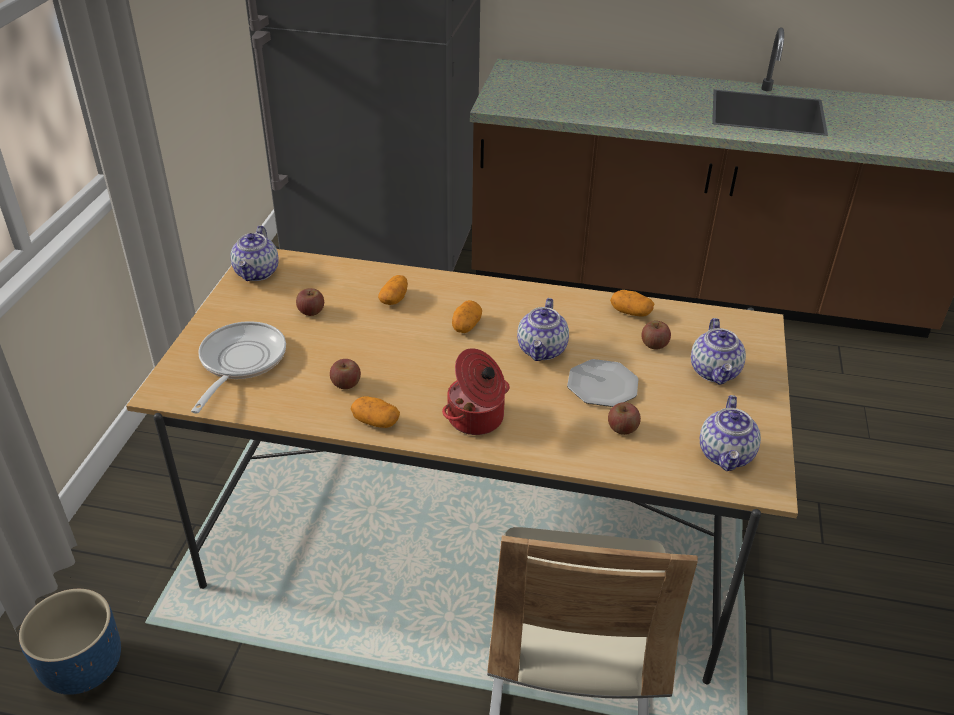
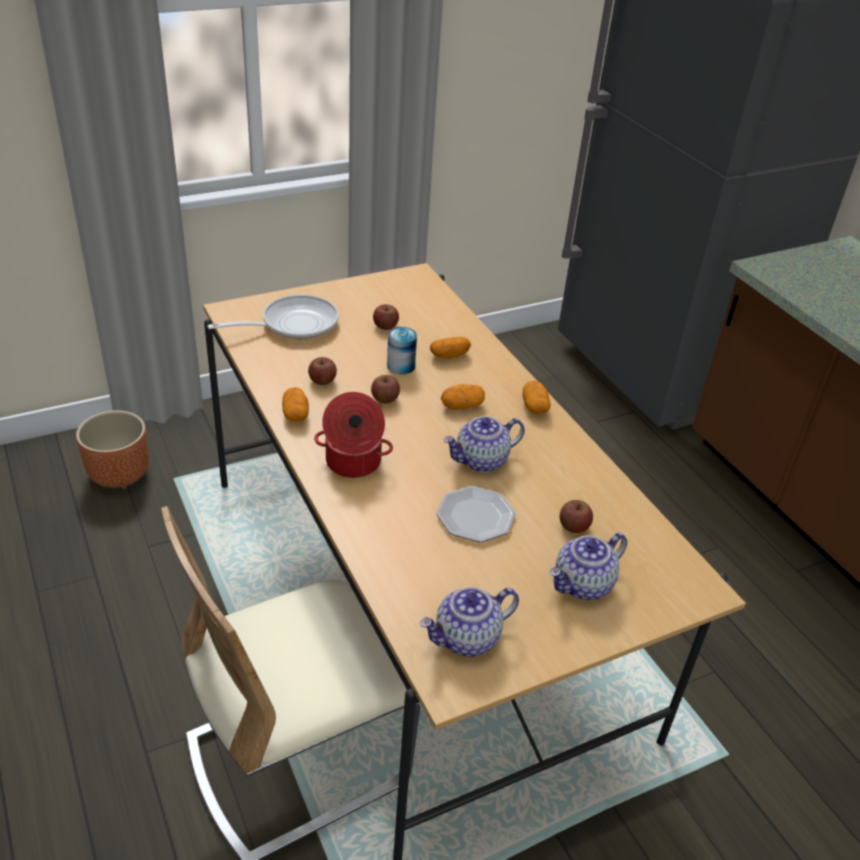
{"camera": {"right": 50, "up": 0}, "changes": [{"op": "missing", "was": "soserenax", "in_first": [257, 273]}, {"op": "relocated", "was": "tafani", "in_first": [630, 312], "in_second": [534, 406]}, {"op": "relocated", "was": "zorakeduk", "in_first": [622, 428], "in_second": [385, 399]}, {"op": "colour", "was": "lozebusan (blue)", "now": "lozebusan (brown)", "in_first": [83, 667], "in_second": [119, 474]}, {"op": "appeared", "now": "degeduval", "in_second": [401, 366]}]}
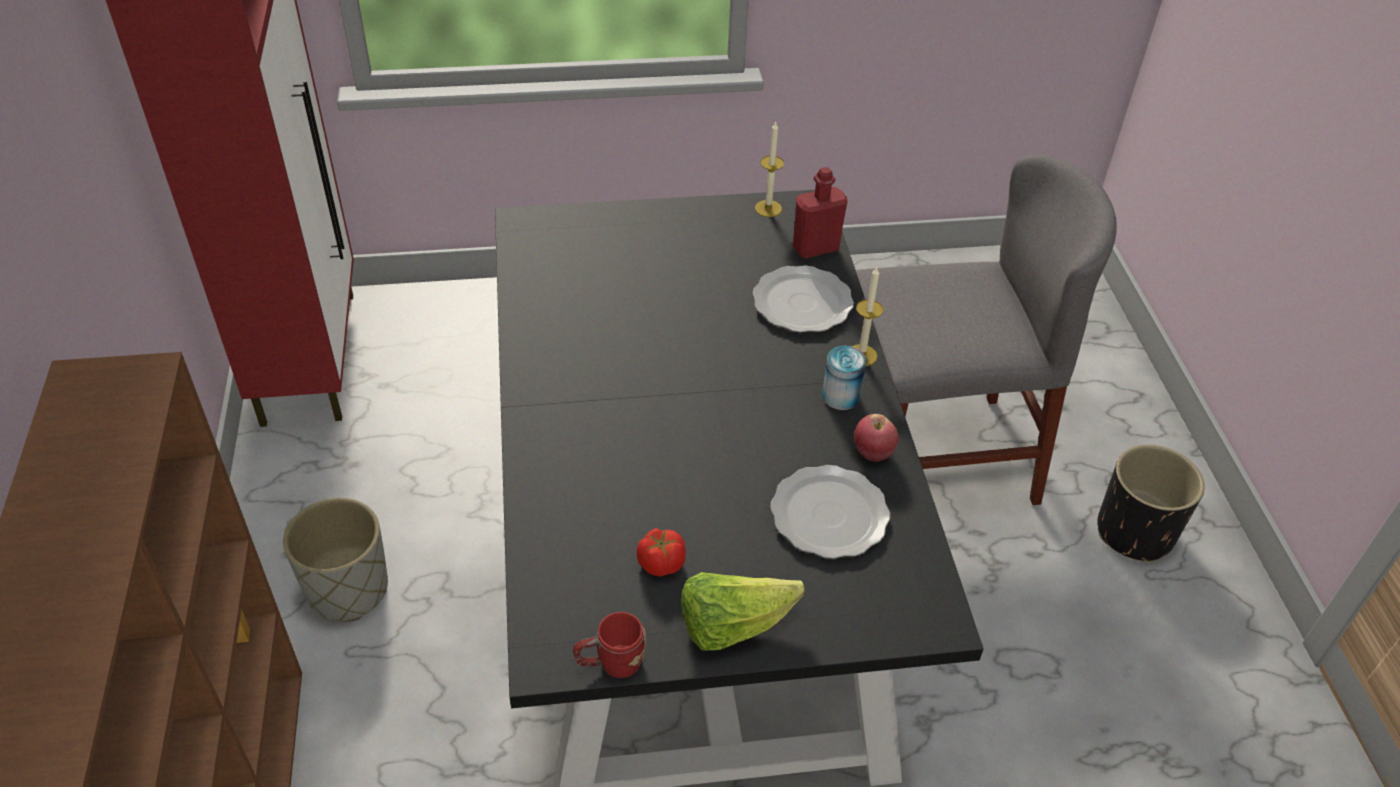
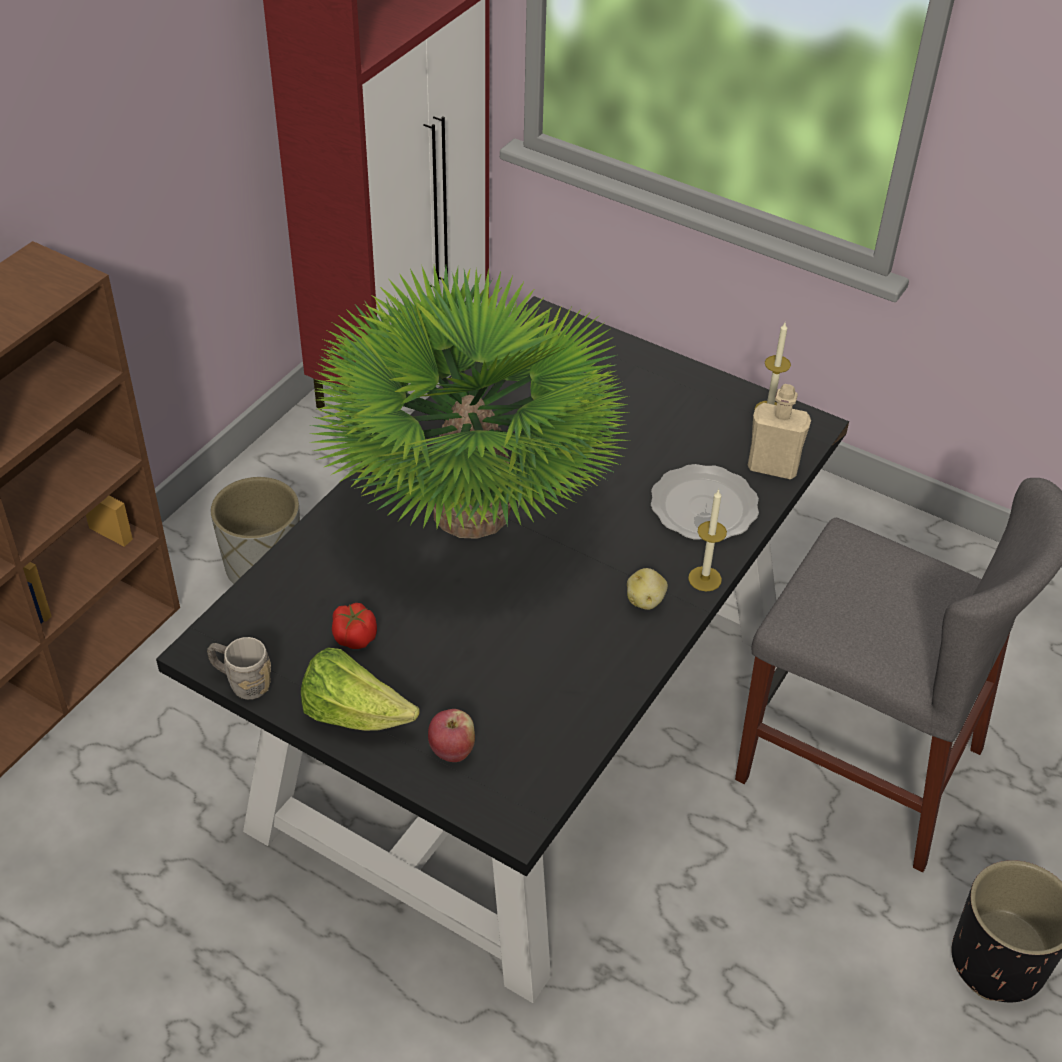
{"camera": {"right": 40, "up": 0}, "changes": [{"op": "colour", "was": "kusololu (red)", "now": "kusololu (beige)", "in_first": [815, 248], "in_second": [772, 467]}, {"op": "exchanged", "was": "degeduval", "now": "tafani", "in_first": [841, 396], "in_second": [645, 600]}, {"op": "relocated", "was": "zorakeduk", "in_first": [873, 453], "in_second": [452, 751]}, {"op": "missing", "was": "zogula", "in_first": [827, 514]}, {"op": "colour", "was": "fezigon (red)", "now": "fezigon (grey)", "in_first": [611, 664], "in_second": [242, 682]}, {"op": "appeared", "now": "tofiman", "in_second": [472, 510]}]}
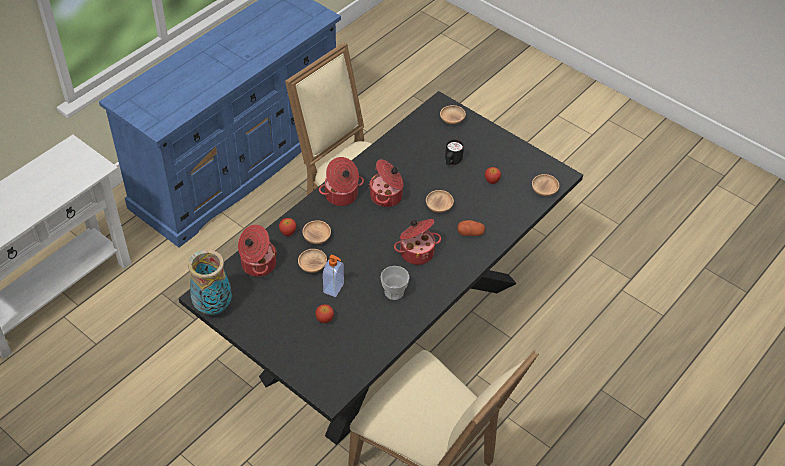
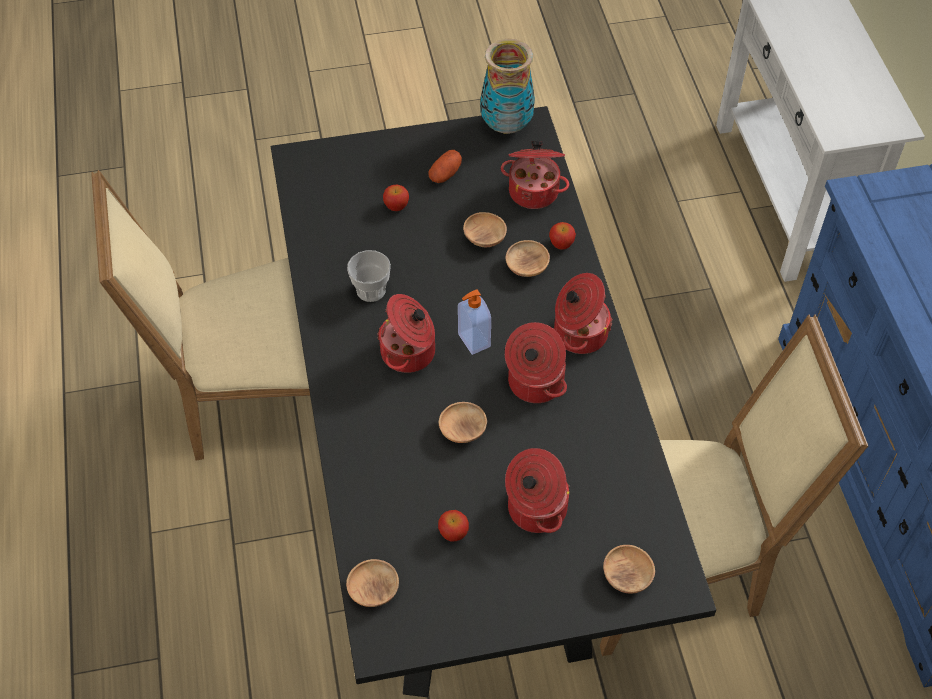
{"camera": {"right": 130, "up": 5}, "changes": [{"op": "exchanged", "was": "fezigon (black)", "now": "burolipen", "in_first": [452, 162], "in_second": [535, 509]}, {"op": "relocated", "was": "tafani", "in_first": [470, 233], "in_second": [445, 174]}, {"op": "relocated", "was": "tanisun", "in_first": [334, 288], "in_second": [473, 341]}]}
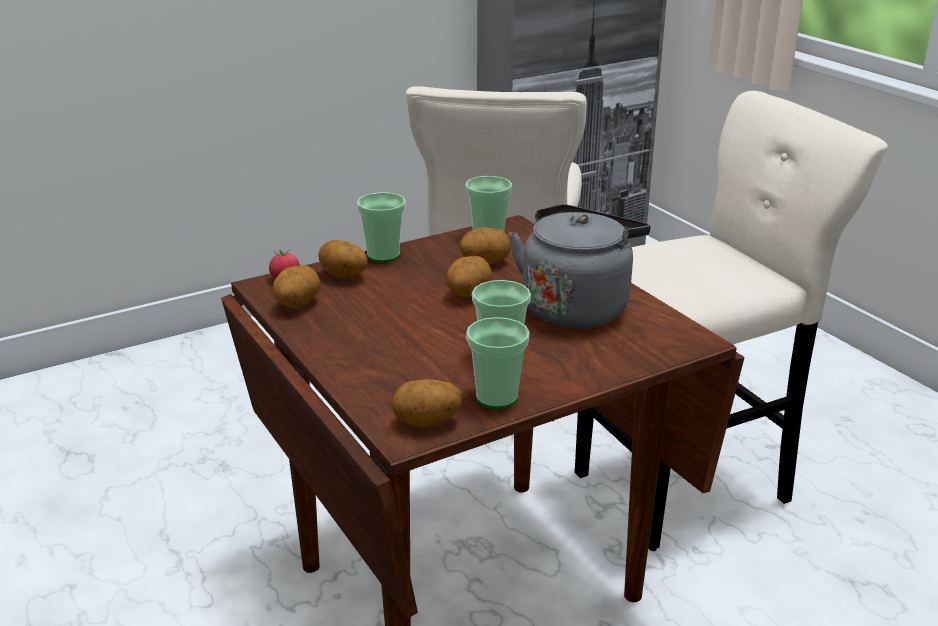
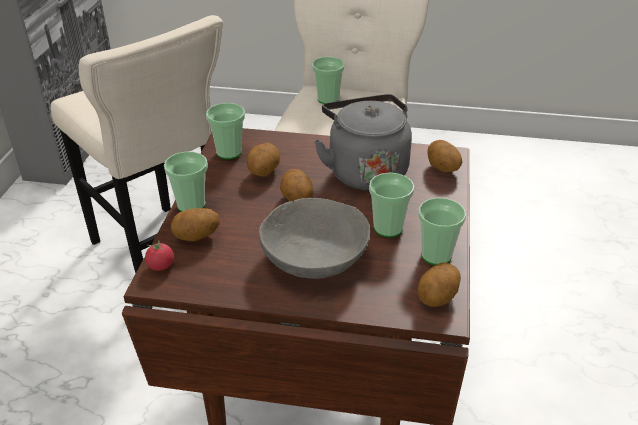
{"camera": {"right": -50, "up": 10}, "changes": [{"op": "relocated", "was": "tafani", "in_first": [297, 305], "in_second": [442, 169]}, {"op": "appeared", "now": "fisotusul", "in_second": [328, 99]}, {"op": "appeared", "now": "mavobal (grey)", "in_second": [314, 258]}]}
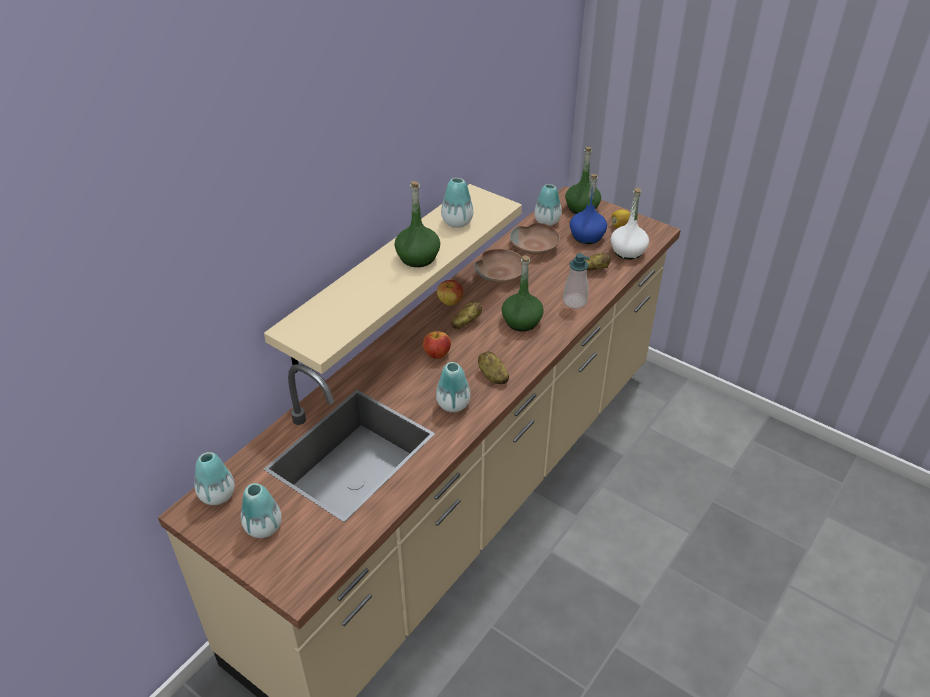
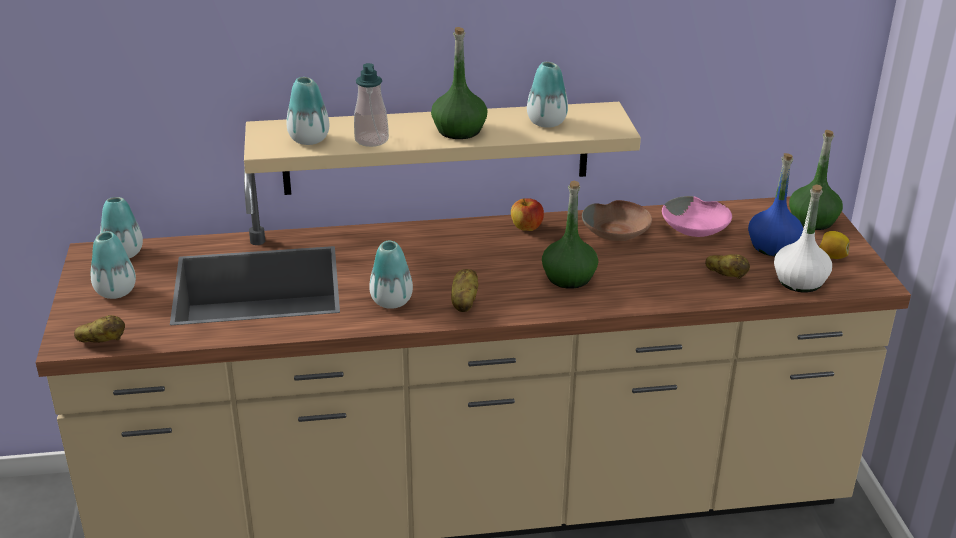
{"camera": {"right": 45, "up": -10}, "changes": [{"op": "relocated", "was": "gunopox", "in_first": [547, 221], "in_second": [309, 139]}, {"op": "colour", "was": "mavobal (brown)", "now": "mavobal (pink)", "in_first": [535, 246], "in_second": [696, 227]}, {"op": "relocated", "was": "tanisun", "in_first": [574, 301], "in_second": [371, 140]}, {"op": "relocated", "was": "tafani", "in_first": [466, 322], "in_second": [102, 342]}, {"op": "missing", "was": "zorakeduk", "in_first": [437, 354]}]}
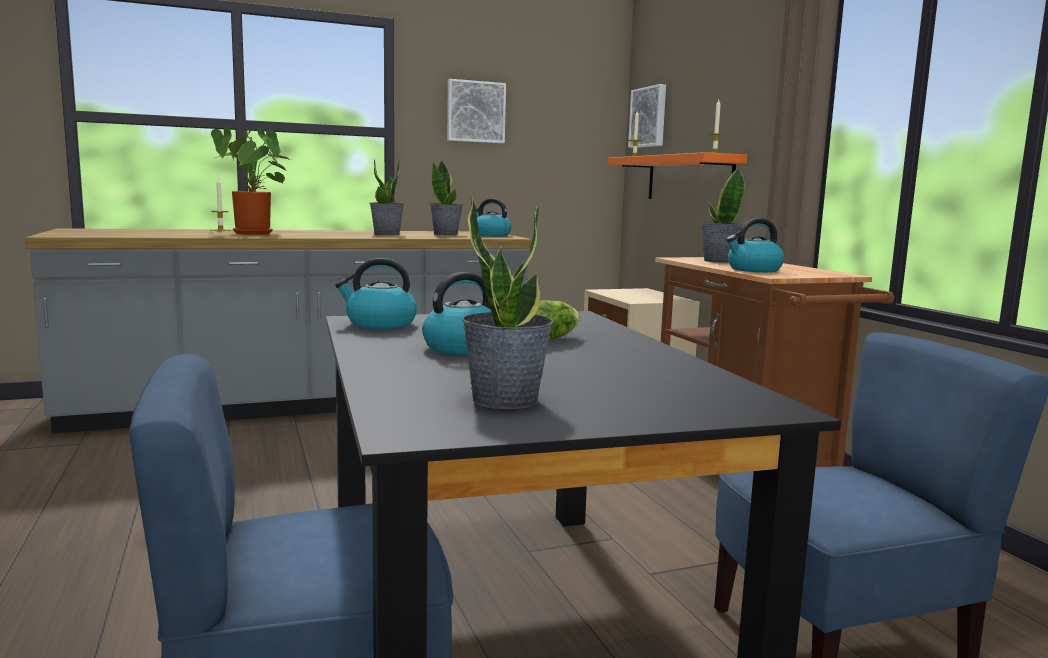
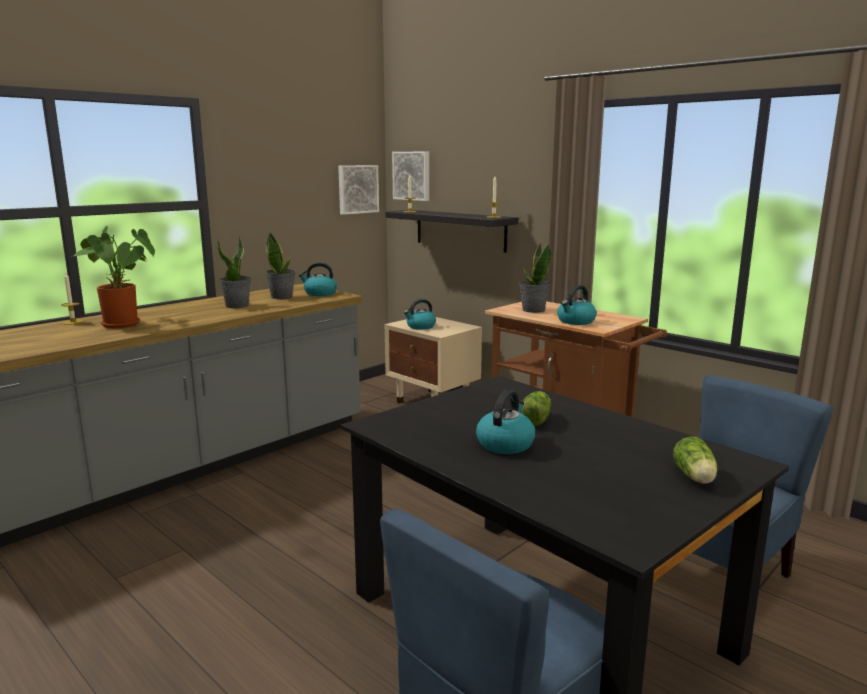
{"camera": {"right": -25, "up": 5}, "changes": [{"op": "relocated", "was": "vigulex", "in_first": [475, 112], "in_second": [357, 189]}, {"op": "colour", "was": "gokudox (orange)", "now": "gokudox (black)", "in_first": [689, 179], "in_second": [460, 230]}, {"op": "missing", "was": "tofiman", "in_first": [505, 399]}, {"op": "relocated", "was": "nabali", "in_first": [379, 324], "in_second": [420, 327]}, {"op": "appeared", "now": "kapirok", "in_second": [695, 478]}]}
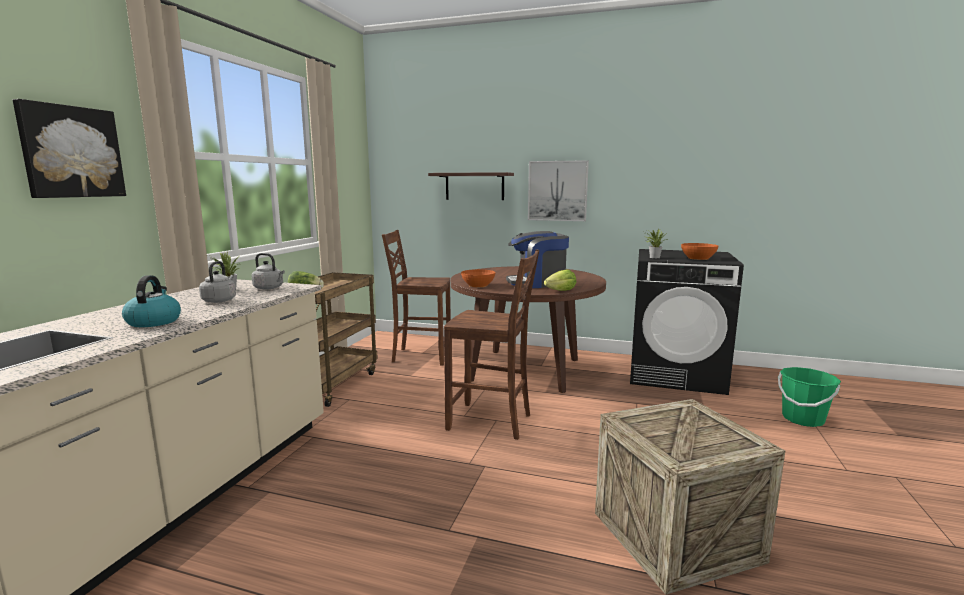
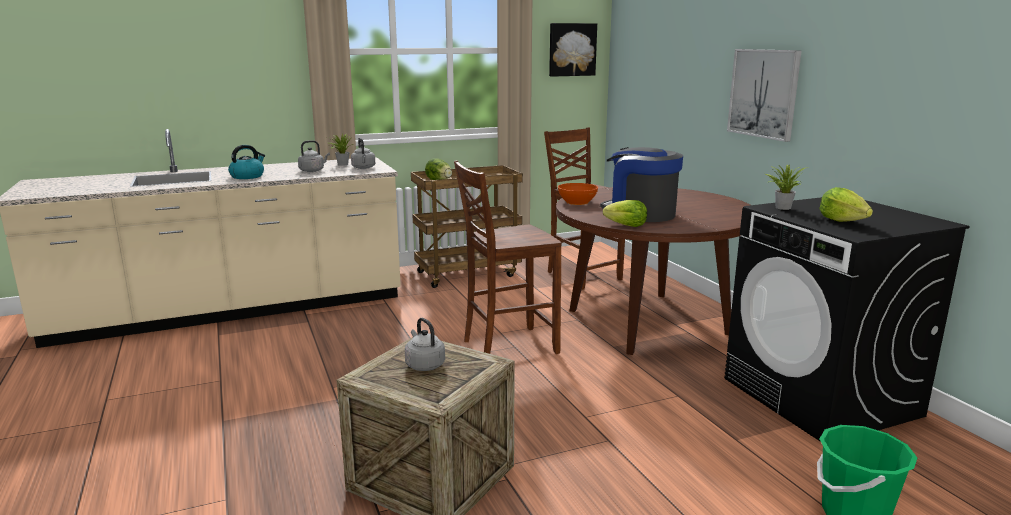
{"camera": {"right": 50, "up": 5}, "changes": [{"op": "relocated", "was": "vigulex", "in_first": [71, 152], "in_second": [571, 49]}, {"op": "missing", "was": "gokudox", "in_first": [474, 186]}, {"op": "exchanged", "was": "mavobal (orange)", "now": "kapirok", "in_first": [698, 258], "in_second": [842, 221]}, {"op": "spun", "was": "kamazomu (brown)", "in_first": [491, 422], "in_second": [507, 346], "clockwise": 90}, {"op": "appeared", "now": "nabali (grey)", "in_second": [424, 364]}]}
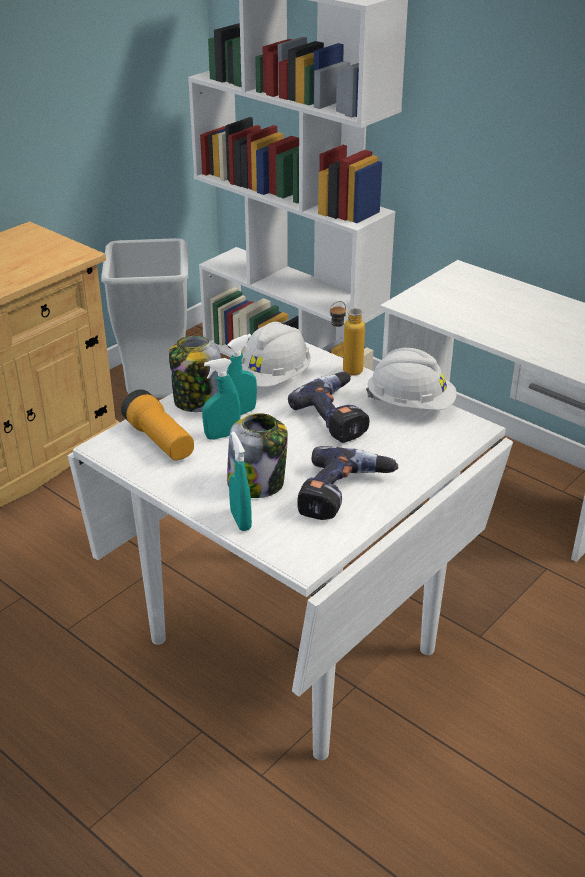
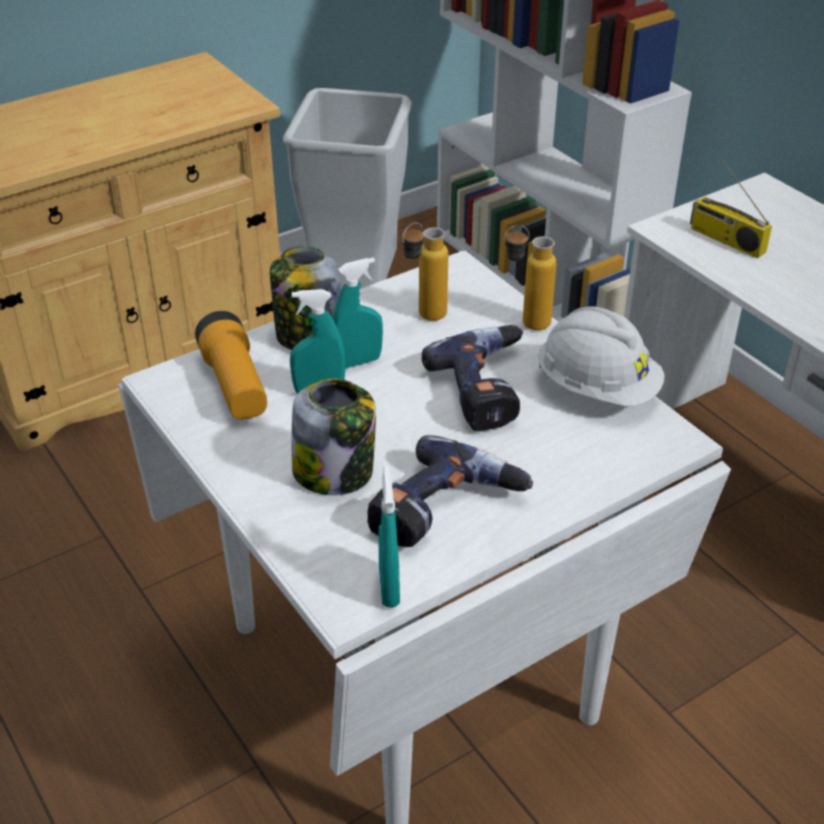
{"camera": {"right": 15, "up": 5}, "changes": [{"op": "exchanged", "was": "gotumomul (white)", "now": "kusololu", "in_first": [273, 379], "in_second": [423, 318]}, {"op": "relocated", "was": "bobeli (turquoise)", "in_first": [240, 520], "in_second": [389, 588]}, {"op": "appeared", "now": "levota", "in_second": [725, 240]}]}
